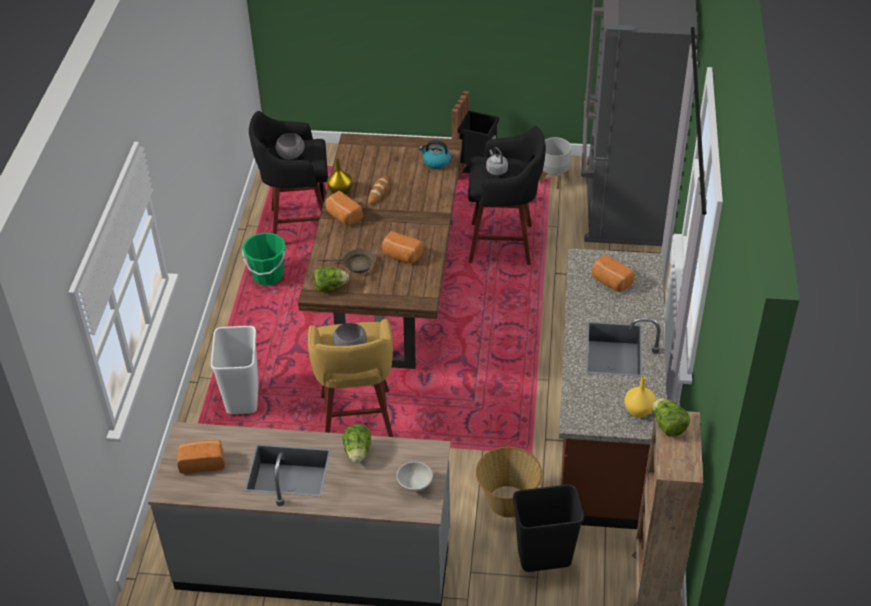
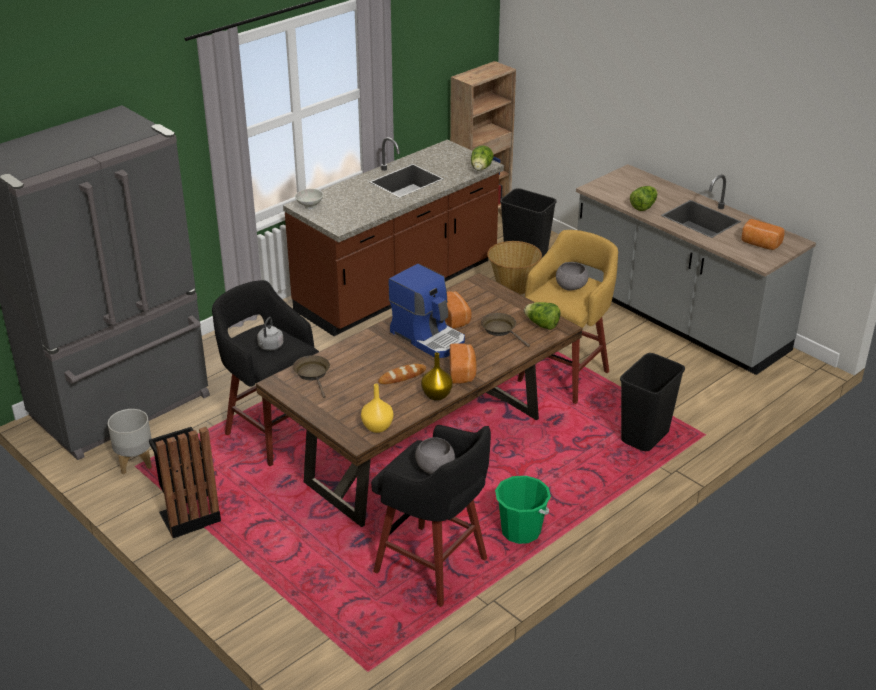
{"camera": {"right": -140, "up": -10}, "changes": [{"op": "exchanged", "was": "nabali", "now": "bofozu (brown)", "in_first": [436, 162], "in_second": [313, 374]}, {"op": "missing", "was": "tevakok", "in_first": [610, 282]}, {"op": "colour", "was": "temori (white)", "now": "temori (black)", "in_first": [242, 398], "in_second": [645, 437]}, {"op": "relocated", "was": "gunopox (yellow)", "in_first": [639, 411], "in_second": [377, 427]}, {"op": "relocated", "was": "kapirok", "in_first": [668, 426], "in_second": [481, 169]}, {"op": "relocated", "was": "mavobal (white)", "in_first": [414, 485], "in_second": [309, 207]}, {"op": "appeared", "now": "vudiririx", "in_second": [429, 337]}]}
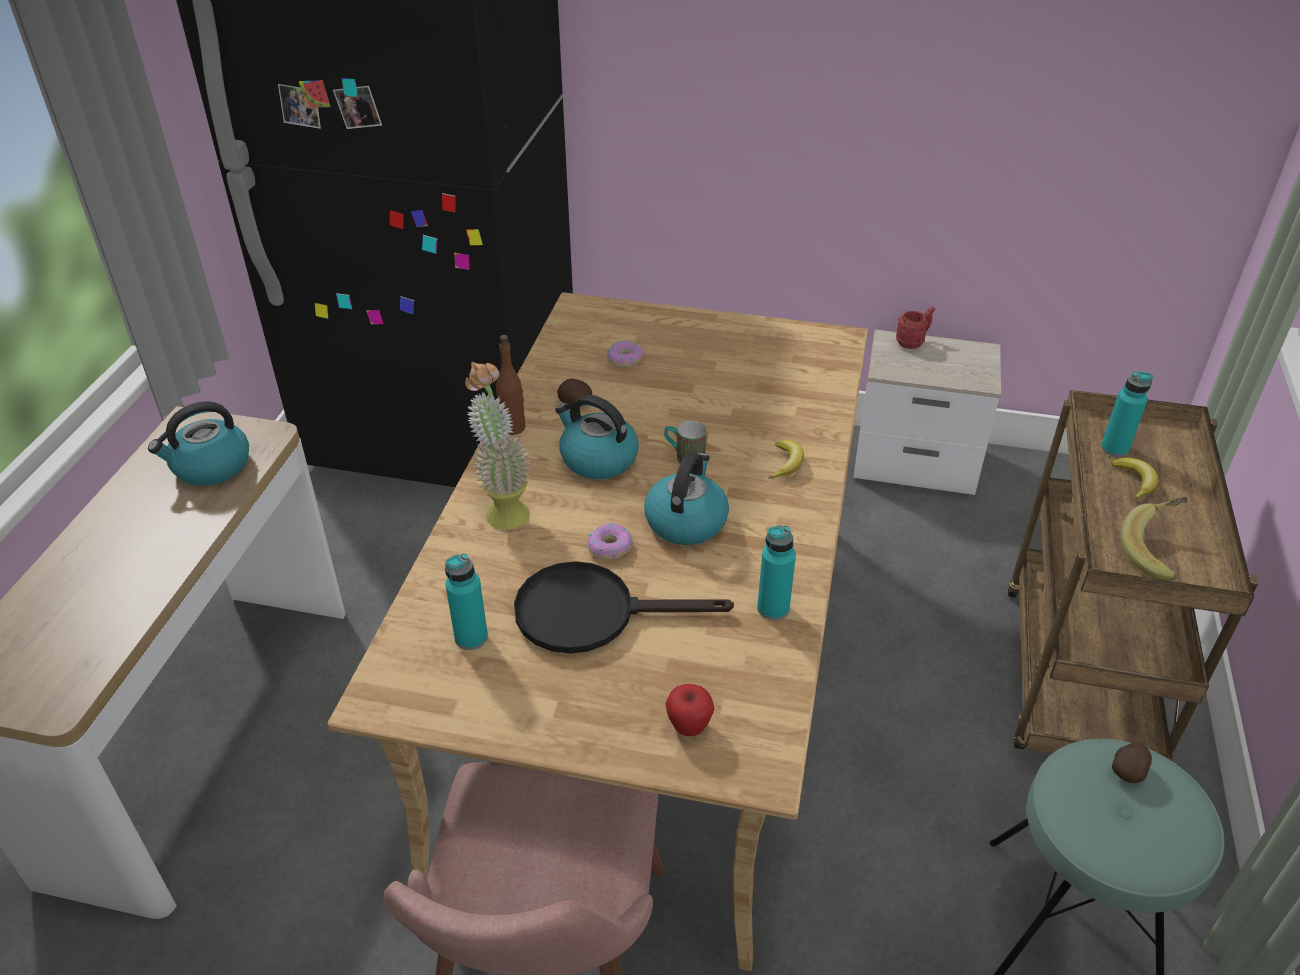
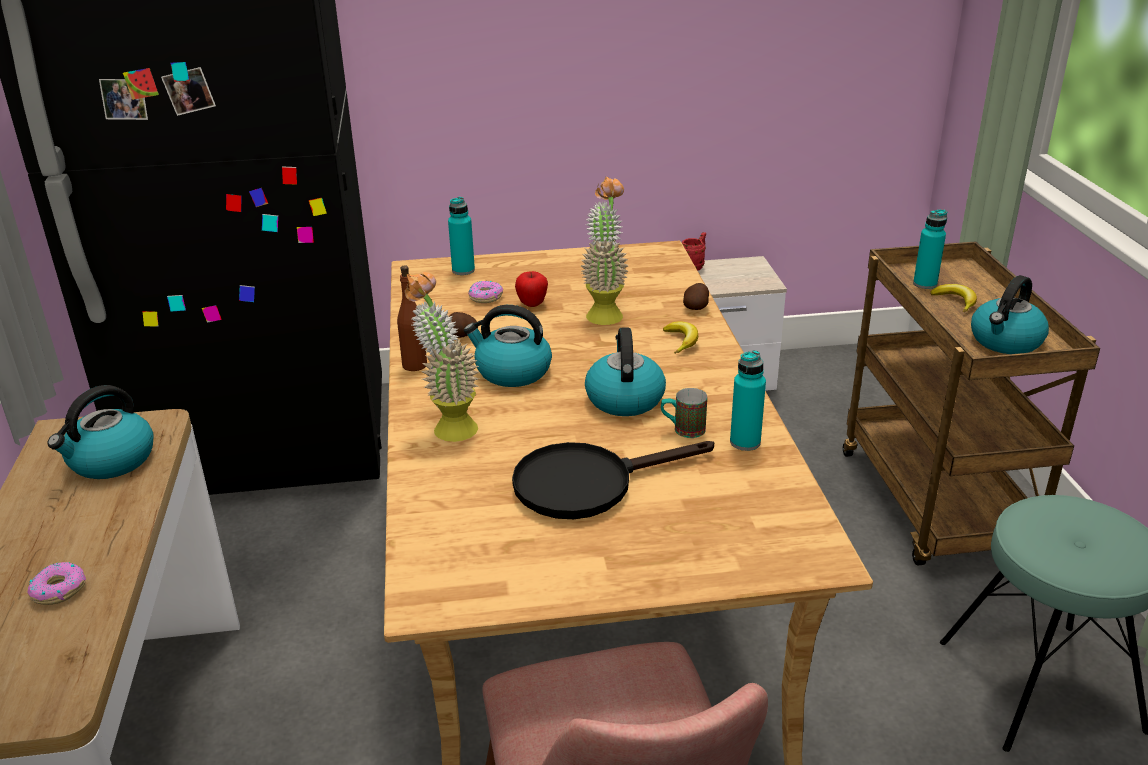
{"camera": {"right": -20, "up": -10}, "changes": [{"op": "relocated", "was": "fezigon", "in_first": [684, 457], "in_second": [682, 430]}, {"op": "exchanged", "was": "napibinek", "now": "nabali", "in_first": [1157, 552], "in_second": [1005, 341]}, {"op": "relocated", "was": "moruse", "in_first": [609, 547], "in_second": [58, 590]}, {"op": "relocated", "was": "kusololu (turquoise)", "in_first": [471, 637], "in_second": [463, 270]}, {"op": "relocated", "was": "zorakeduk", "in_first": [689, 726], "in_second": [532, 304]}, {"op": "relocated", "was": "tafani", "in_first": [1128, 771], "in_second": [696, 307]}, {"op": "appeared", "now": "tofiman", "in_second": [605, 312]}]}
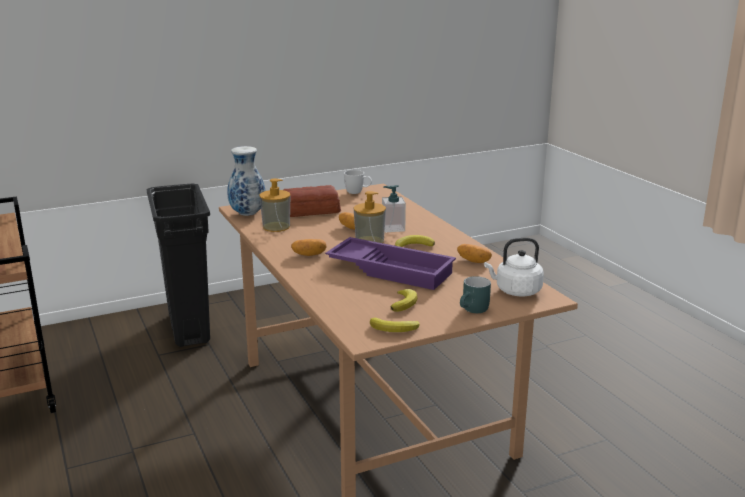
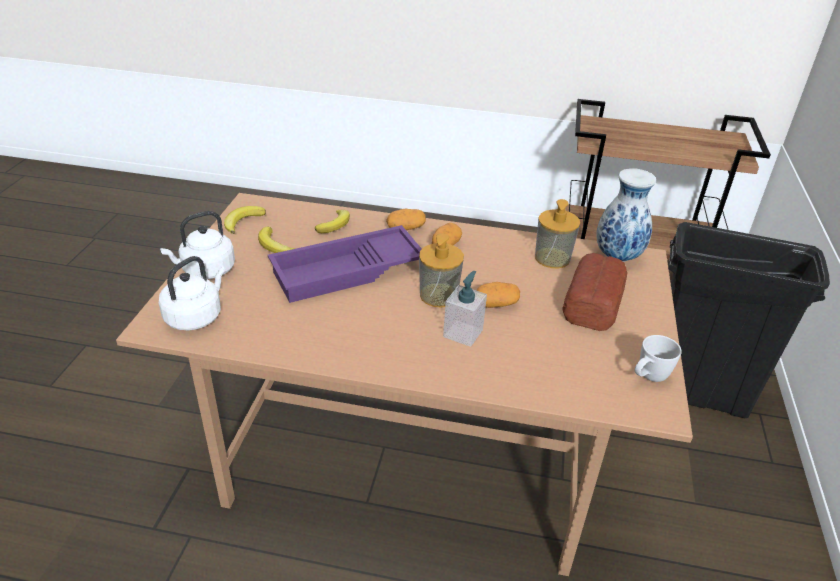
{"camera": {"right": 125, "up": 15}, "changes": [{"op": "relocated", "was": "napibinek", "in_first": [413, 245], "in_second": [335, 224]}, {"op": "relocated", "was": "tafani", "in_first": [473, 261], "in_second": [406, 228]}, {"op": "exchanged", "was": "fezigon (turquoise)", "now": "nabali (white)", "in_first": [474, 310], "in_second": [206, 270]}]}
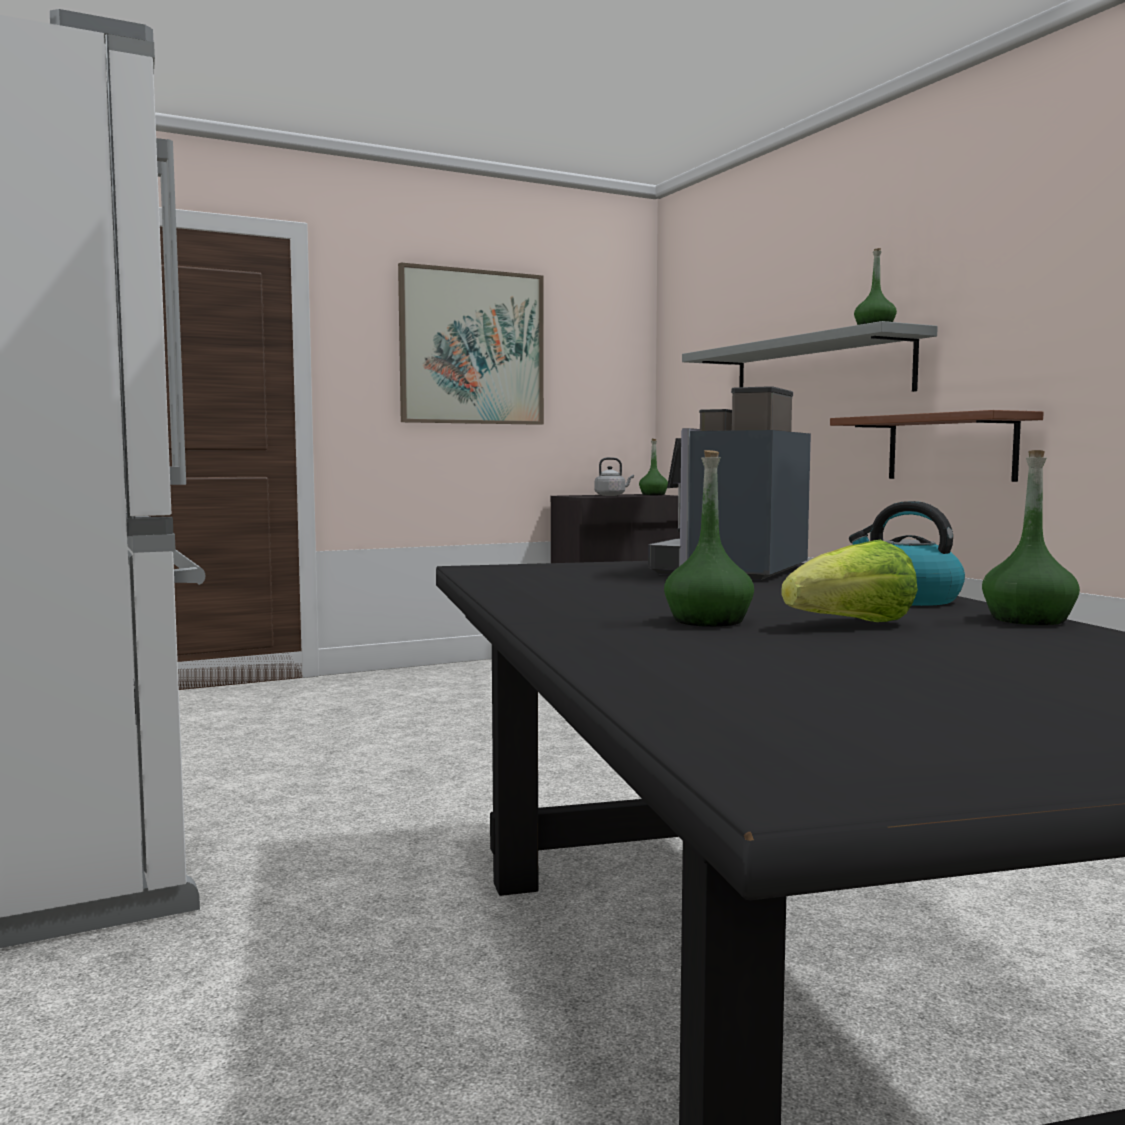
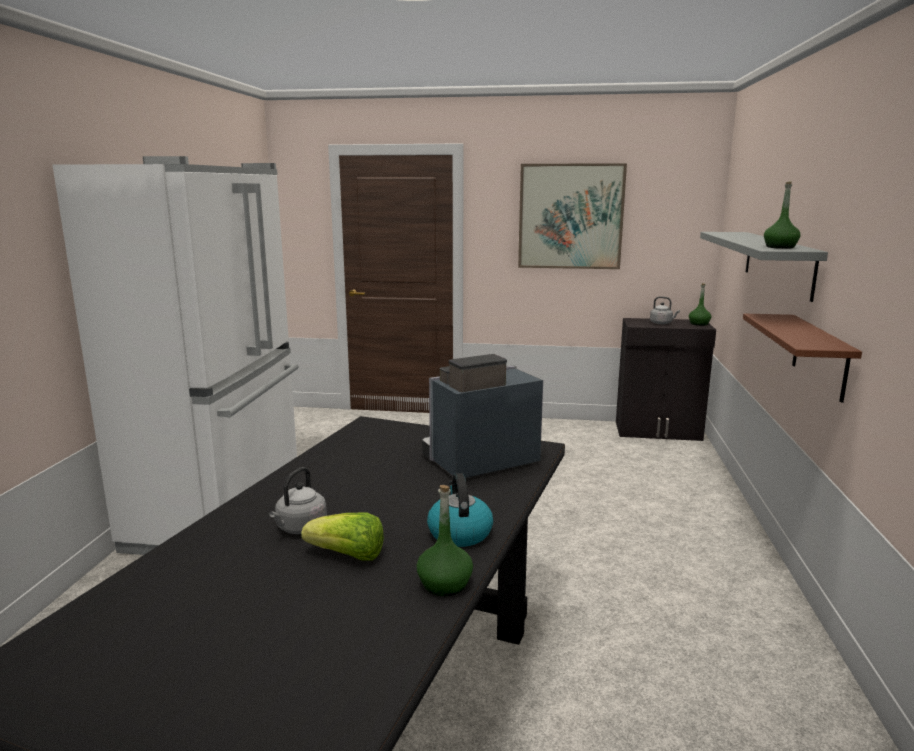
{"camera": {"right": 35, "up": 10}, "changes": [{"op": "exchanged", "was": "kusololu (green)", "now": "nabali (grey)", "in_first": [708, 621], "in_second": [300, 528]}]}
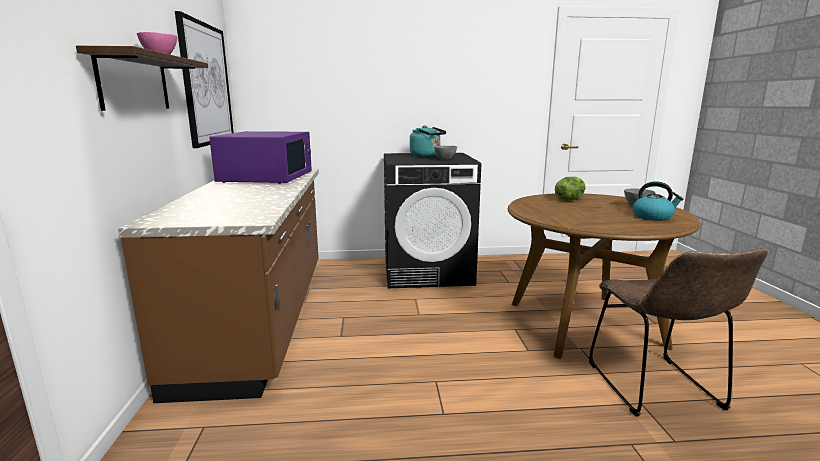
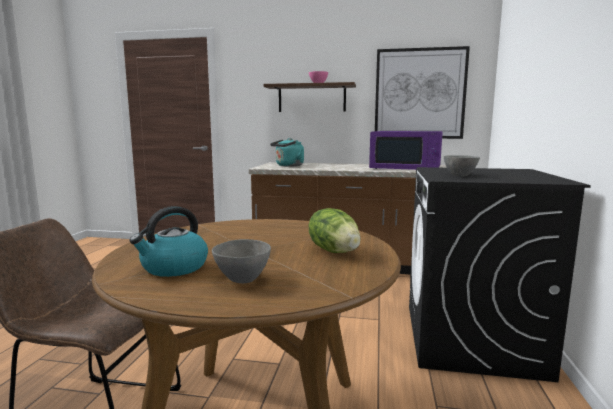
{"camera": {"right": 105, "up": -5}, "changes": [{"op": "relocated", "was": "nabali (turquoise)", "in_first": [427, 156], "in_second": [288, 166]}]}
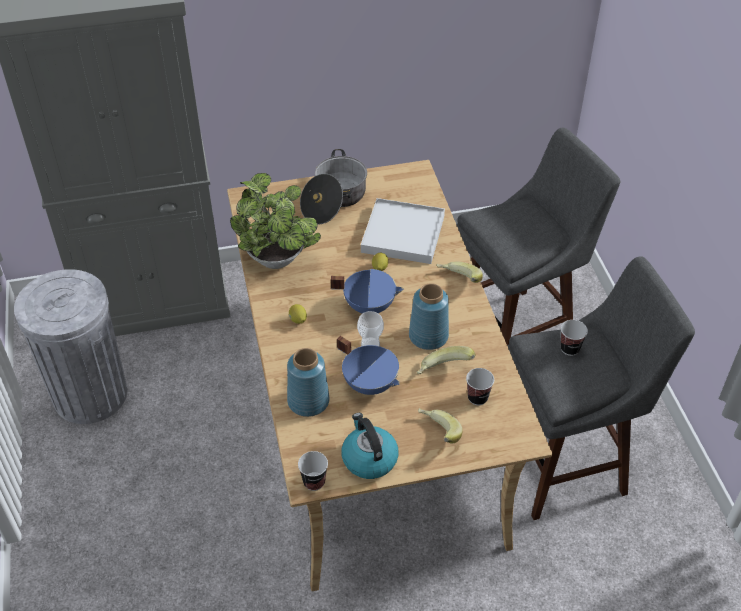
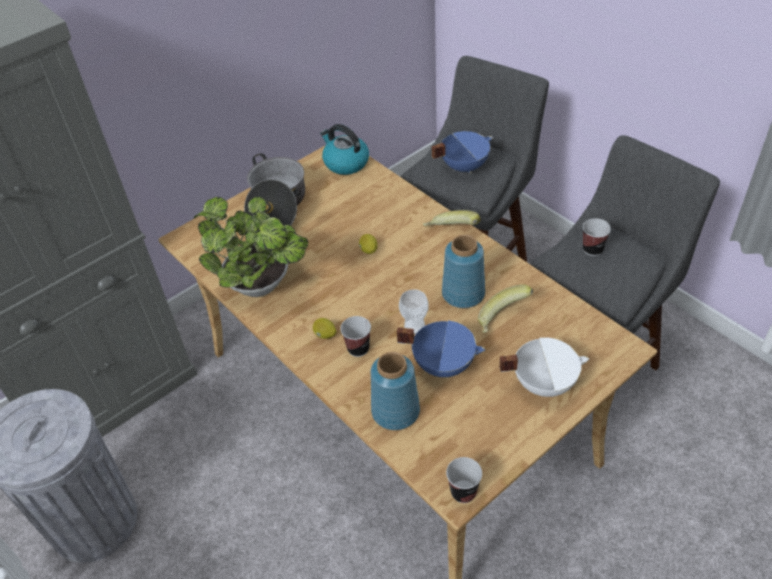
{"camera": {"right": -25, "up": 0}, "changes": [{"op": "missing", "was": "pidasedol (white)", "in_first": [403, 234]}, {"op": "relocated", "was": "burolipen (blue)", "in_first": [369, 305], "in_second": [463, 166]}, {"op": "relocated", "was": "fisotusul", "in_first": [477, 398], "in_second": [358, 348]}, {"op": "exchanged", "was": "napibinek", "now": "burolipen (white)", "in_first": [437, 434], "in_second": [543, 382]}, {"op": "relocated", "was": "nabali", "in_first": [369, 458], "in_second": [345, 163]}]}
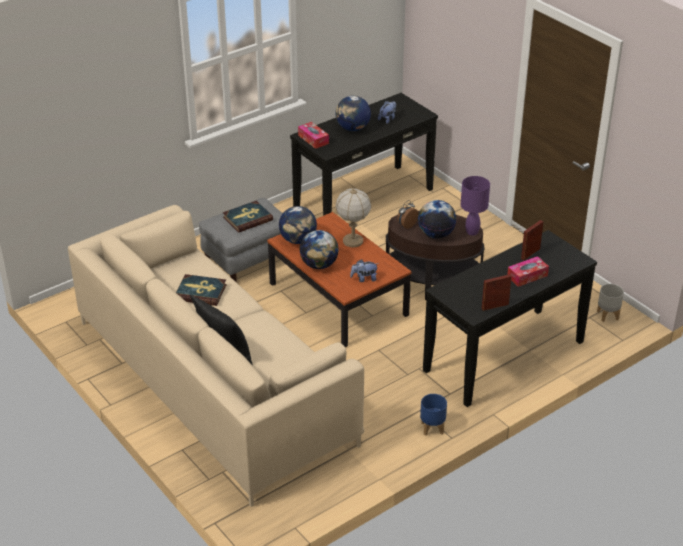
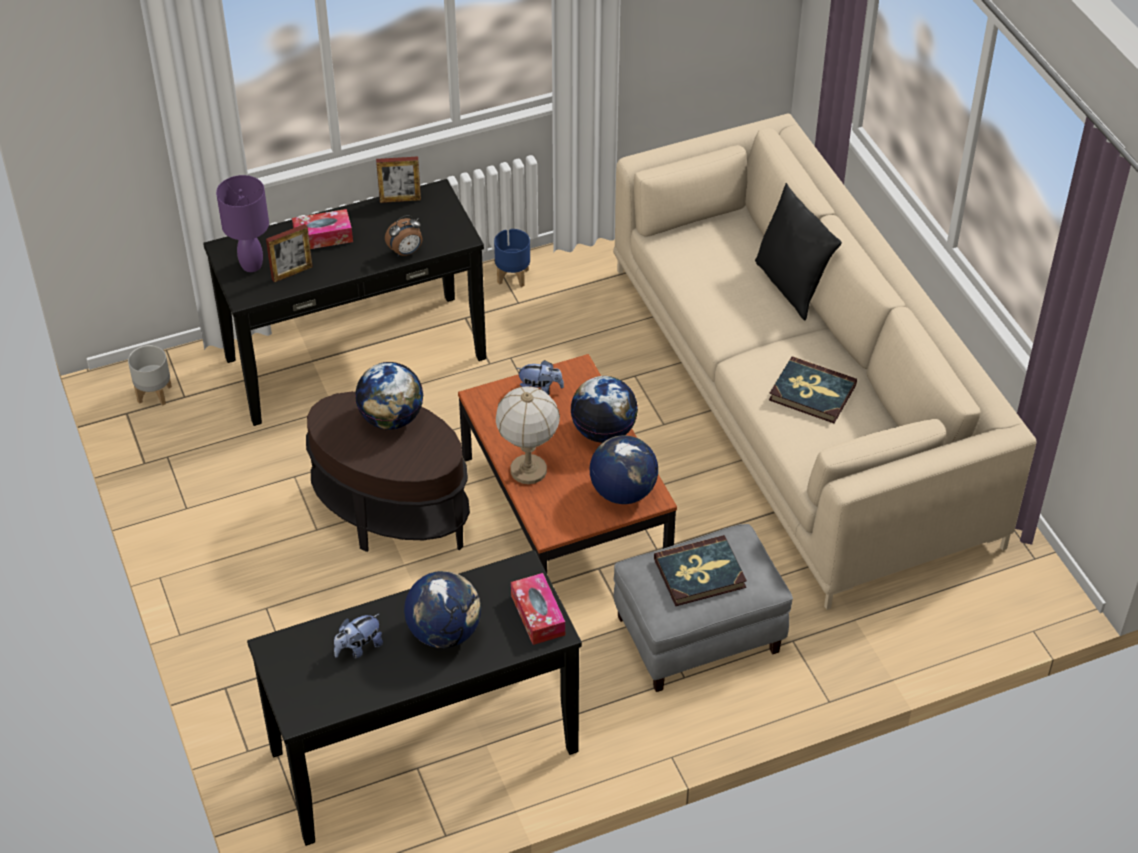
{"camera": {"right": -165, "up": 10}, "changes": [{"op": "relocated", "was": "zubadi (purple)", "in_first": [472, 232], "in_second": [251, 265]}, {"op": "relocated", "was": "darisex", "in_first": [406, 225], "in_second": [406, 252]}]}
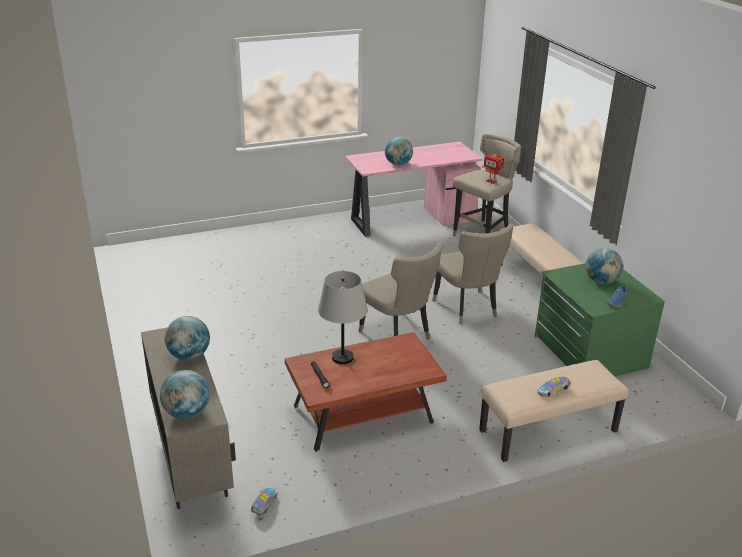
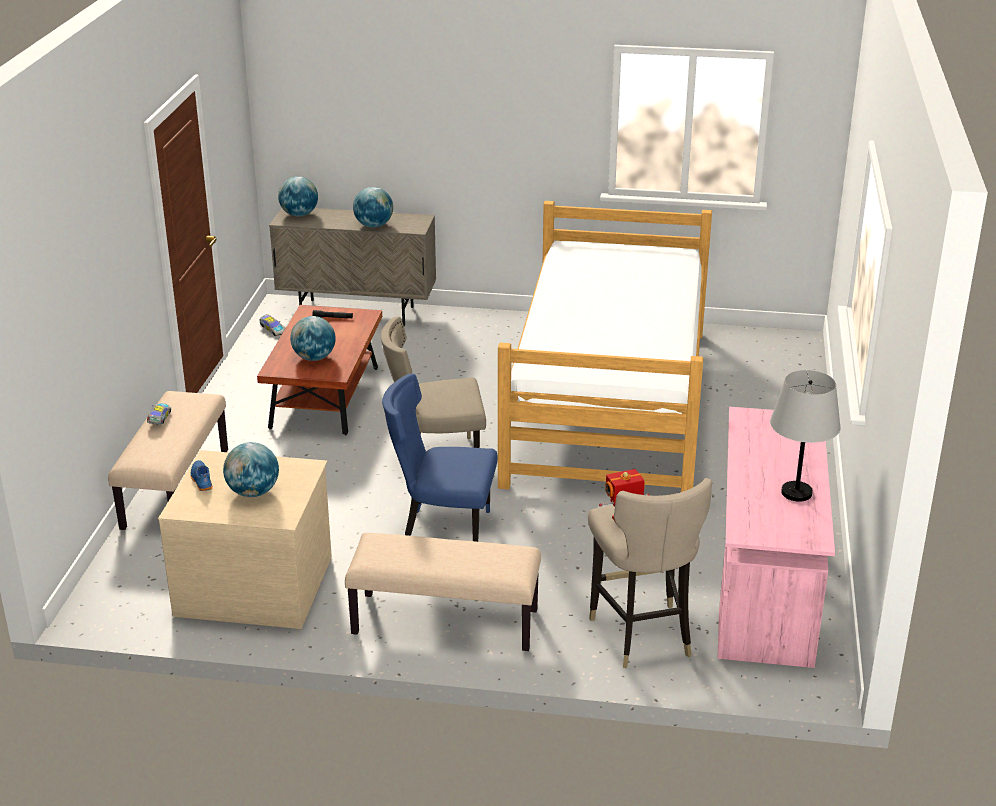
{"camera": {"right": 120, "up": 0}, "changes": [{"op": "relocated", "was": "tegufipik", "in_first": [398, 164], "in_second": [314, 358]}, {"op": "colour", "was": "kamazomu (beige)", "now": "kamazomu (blue)", "in_first": [468, 309], "in_second": [442, 531]}, {"op": "colour", "was": "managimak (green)", "now": "managimak (beige)", "in_first": [588, 352], "in_second": [255, 584]}, {"op": "relocated", "was": "zubadi (grey)", "in_first": [343, 357], "in_second": [796, 493]}, {"op": "appeared", "now": "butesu", "in_second": [610, 404]}]}
